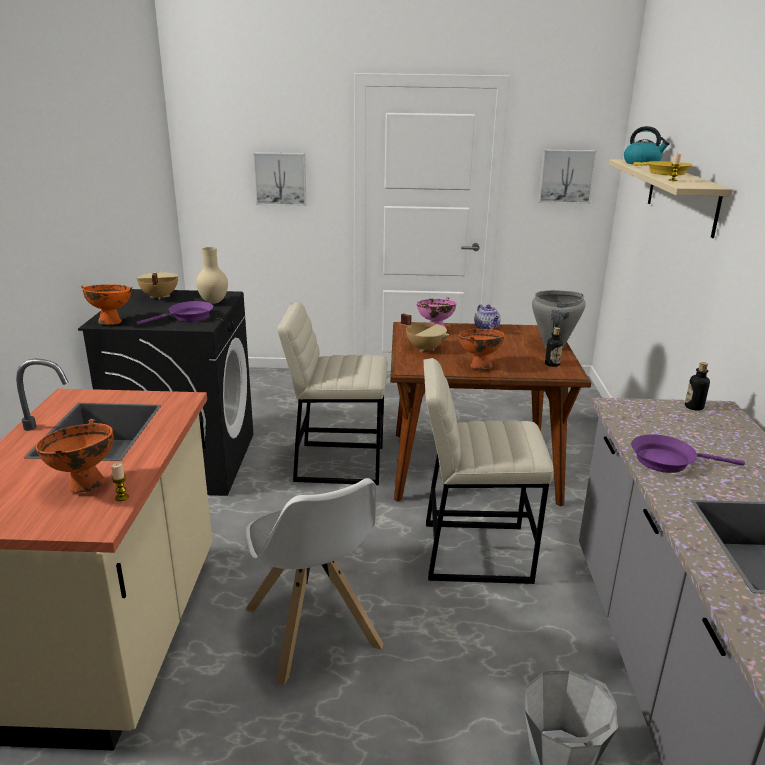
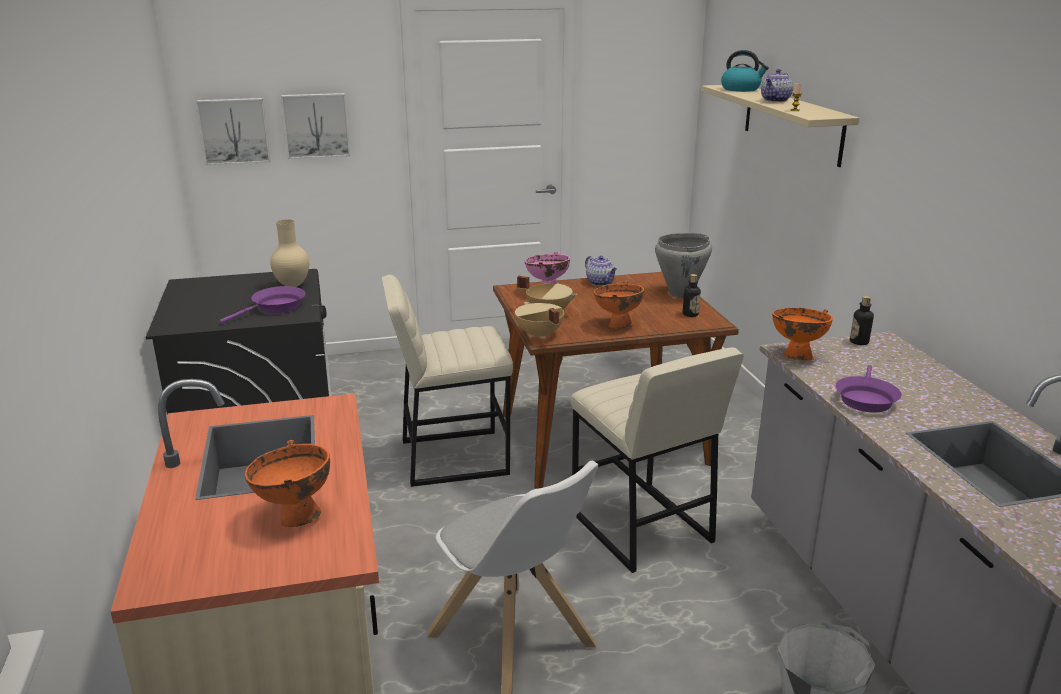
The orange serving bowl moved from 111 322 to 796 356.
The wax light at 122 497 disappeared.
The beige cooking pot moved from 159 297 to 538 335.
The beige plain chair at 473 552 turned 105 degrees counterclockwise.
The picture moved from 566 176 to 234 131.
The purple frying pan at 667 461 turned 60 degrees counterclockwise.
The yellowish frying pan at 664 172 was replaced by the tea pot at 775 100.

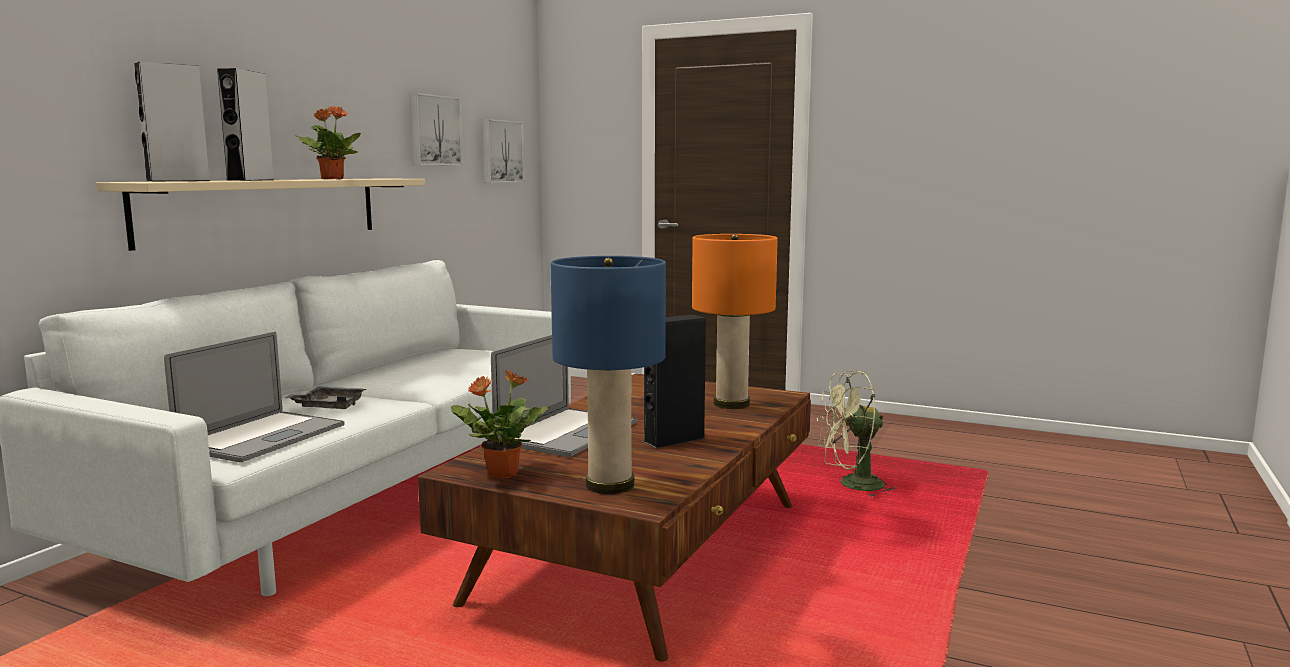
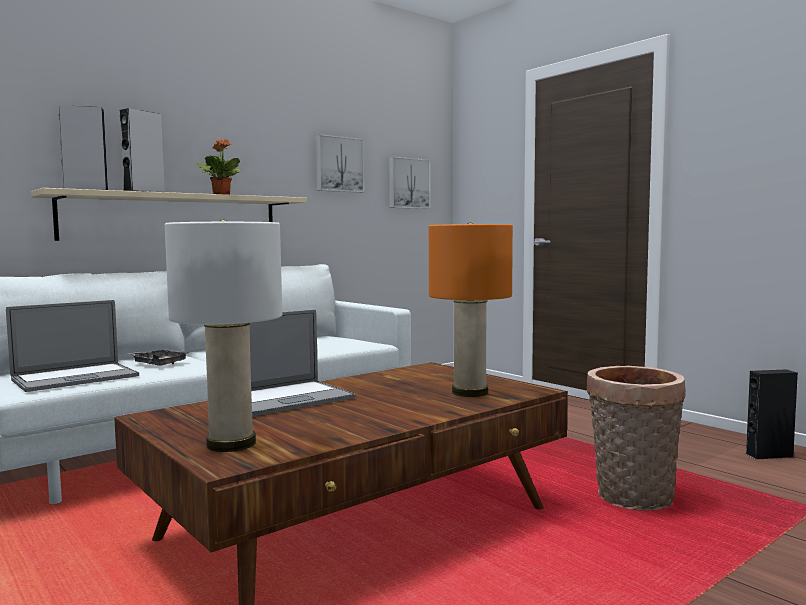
The potted plant at 501 474 disappeared.
The blue table lamp at 609 485 became the white table lamp at 231 444.
The black-coloured loudspeaker moved from 674 440 to 769 455.
The green cooling fan at 852 486 was replaced by the storage basket at 632 499.

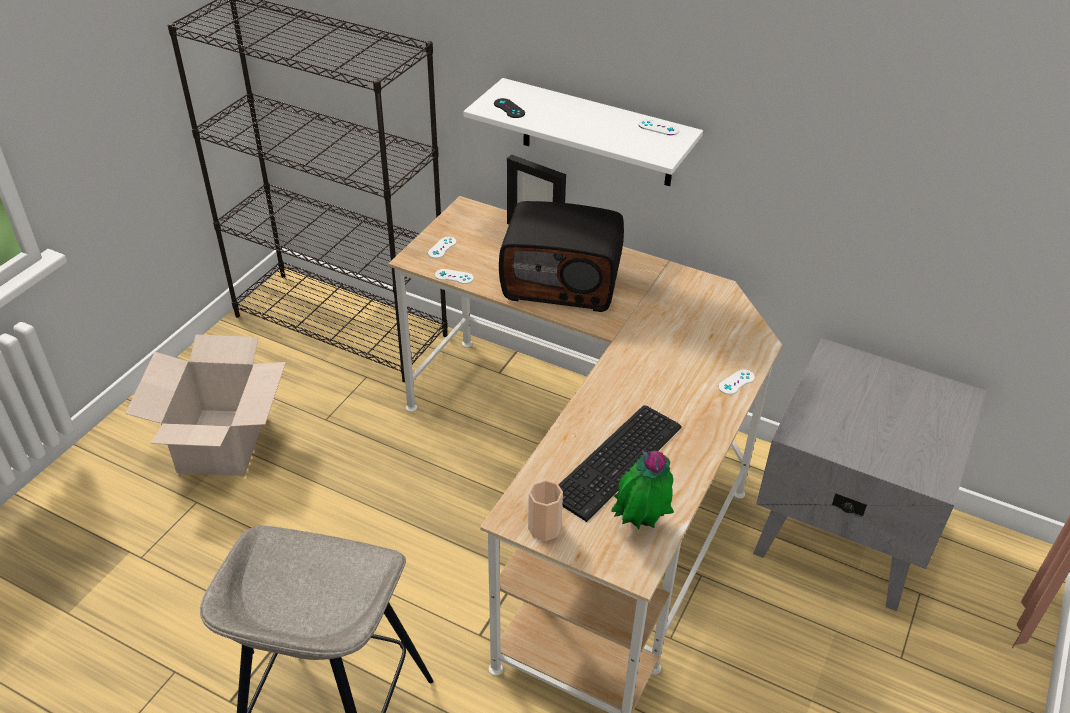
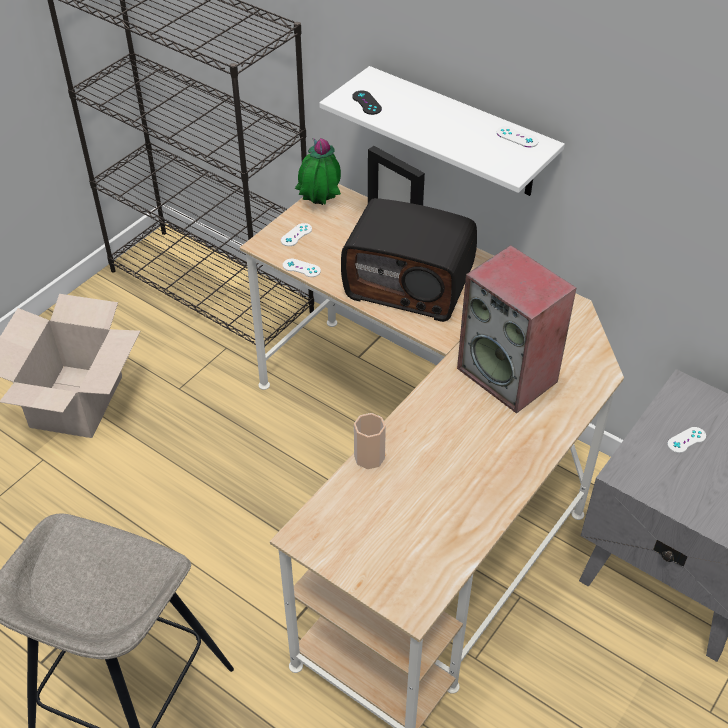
The drinking cup moved from 544 528 to 369 457.
The computer keyboard at 620 461 disappeared.
The potted plant moved from 639 525 to 319 205.
The white joypad moved from 736 382 to 686 440.
The loudspeaker at 509 375 appeared.

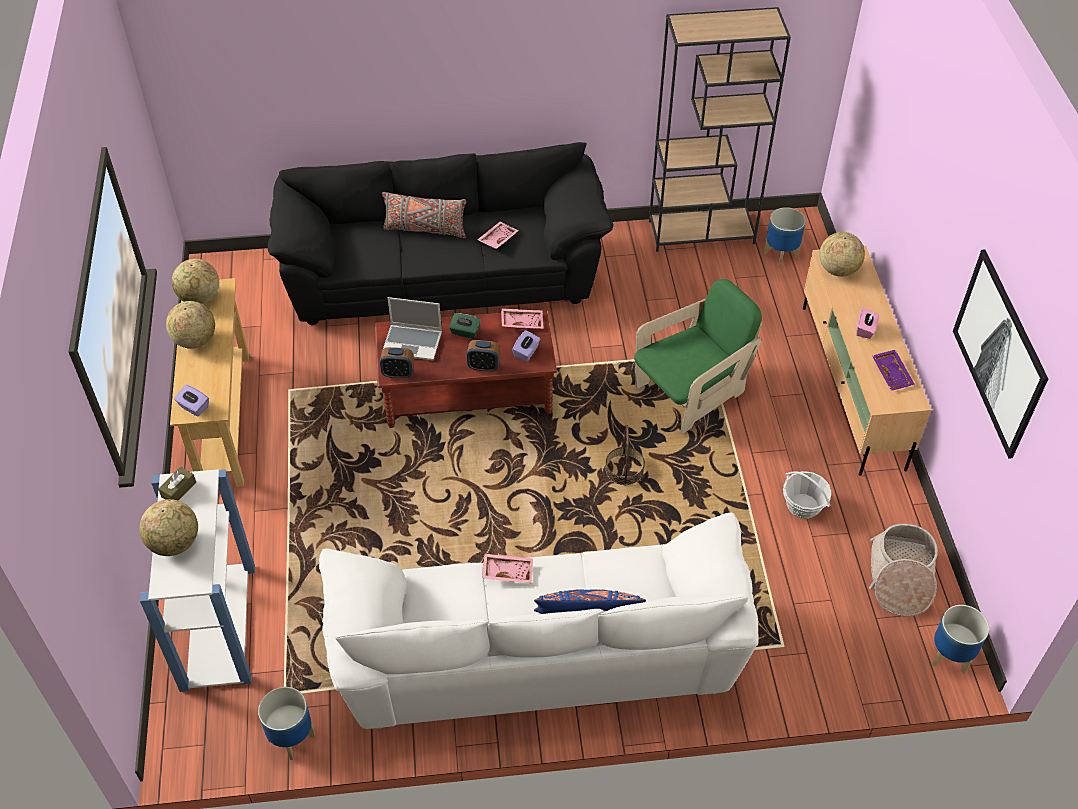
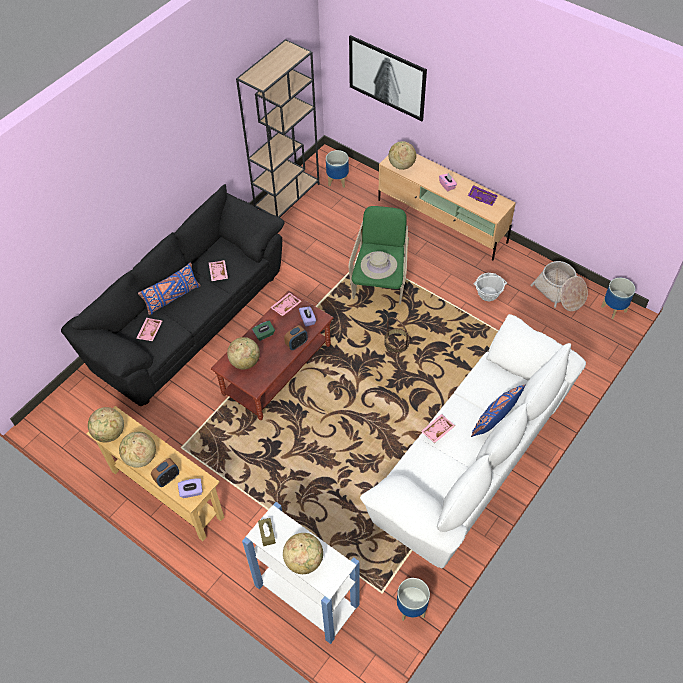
The bedside clock moved from 398 373 to 167 478.
The greyish throw pillow at 425 229 became the blue throw pillow at 172 298.
The portable computer at 413 343 was replaced by the world globe at 245 362.
The picture moved from 999 353 to 387 78.
The pink-coloured tray at 149 331 appeared.
The beige wearable hat at 378 266 appeared.

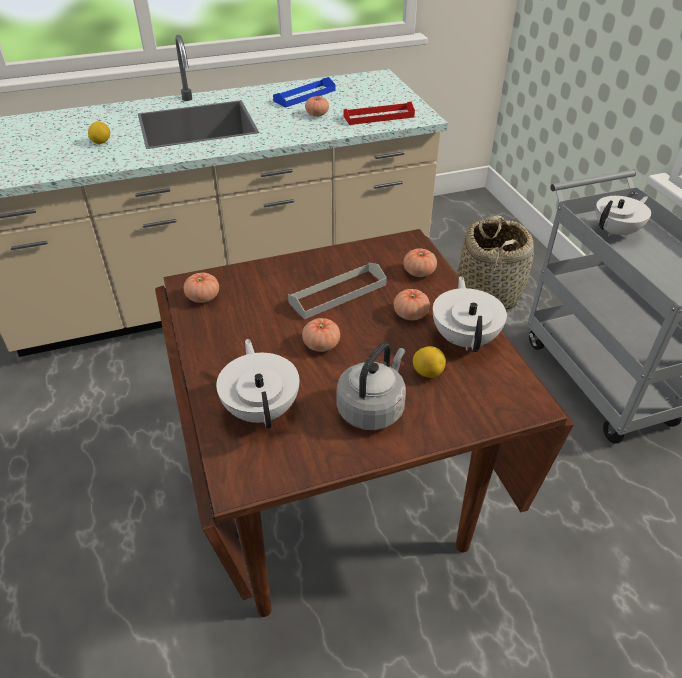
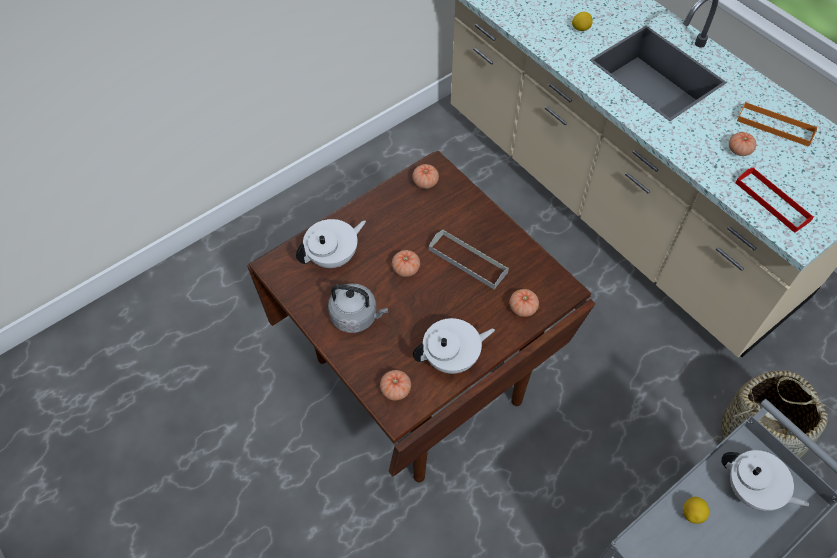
The blue tray at 304 96 became the orange tray at 775 126.
The fresh tomato moved from 410 314 to 395 389.
The lemon moved from 427 372 to 692 513.

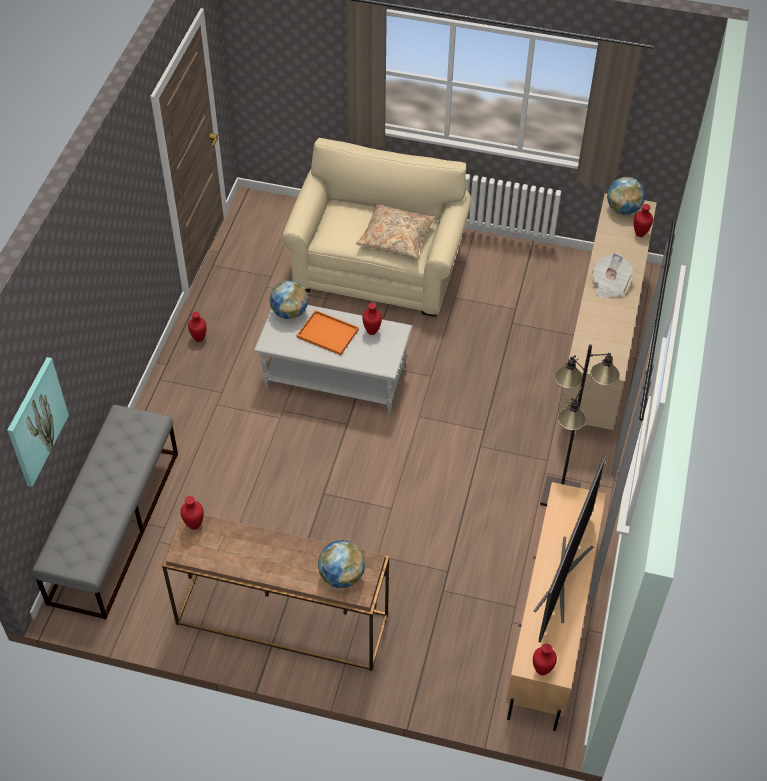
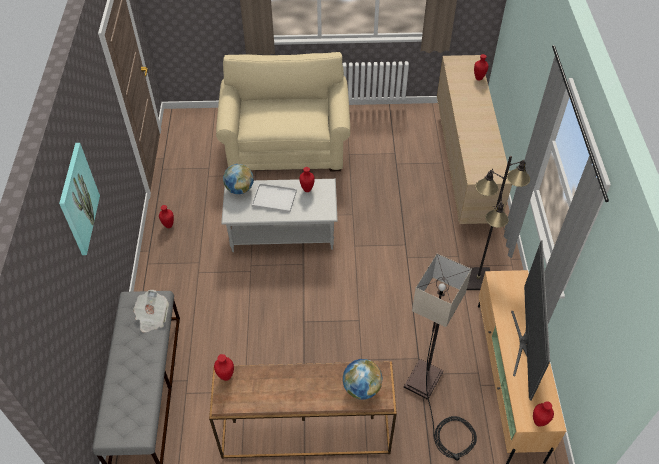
The picture moved from 36 421 to 78 199.
The orange tray at 329 333 became the white tray at 275 198.
The beige throw pillow at 396 237 disappeared.
The newspaper moved from 609 284 to 152 317.
The world globe at 623 209 disappeared.
The standing lamp at 439 411 appeared.

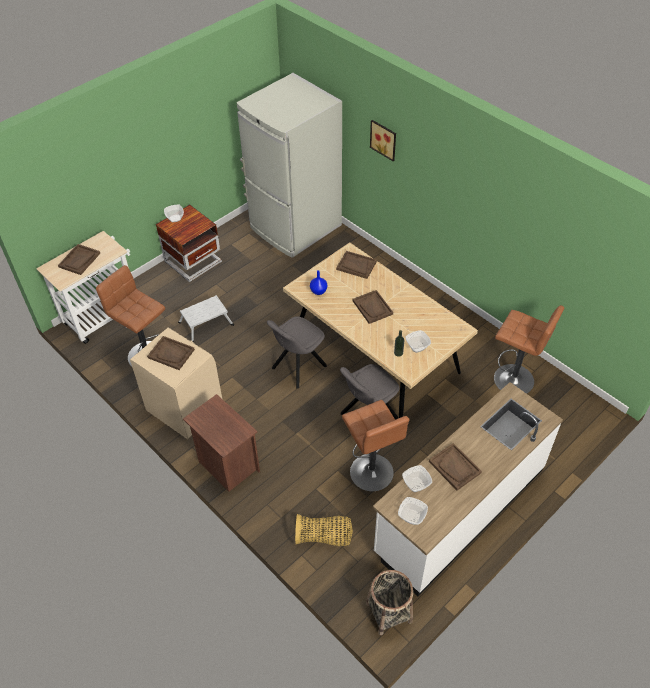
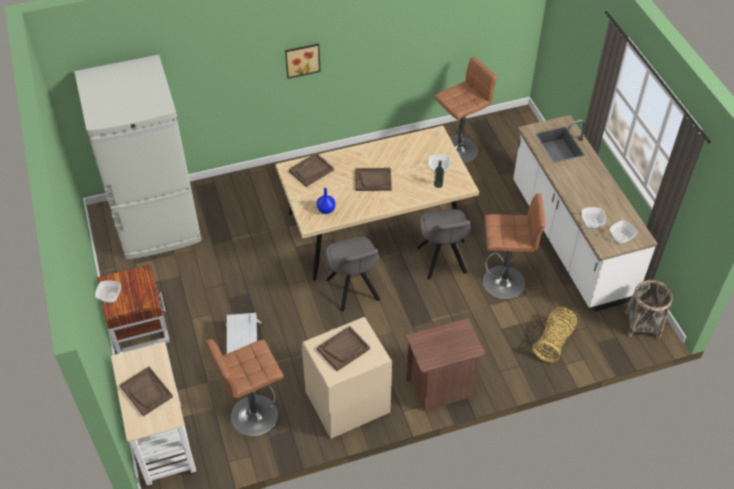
The picture moved from 384 139 to 302 59.
The brownish tray at 455 467 disappeared.

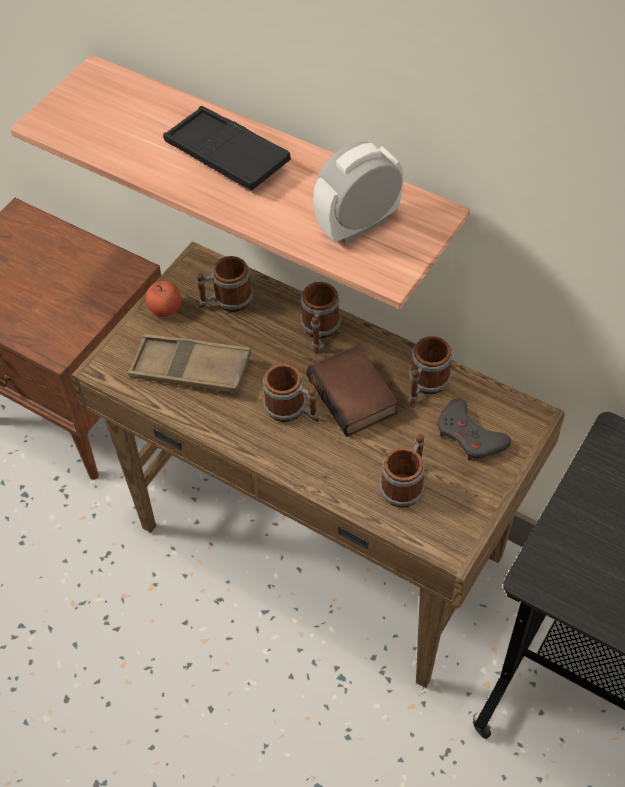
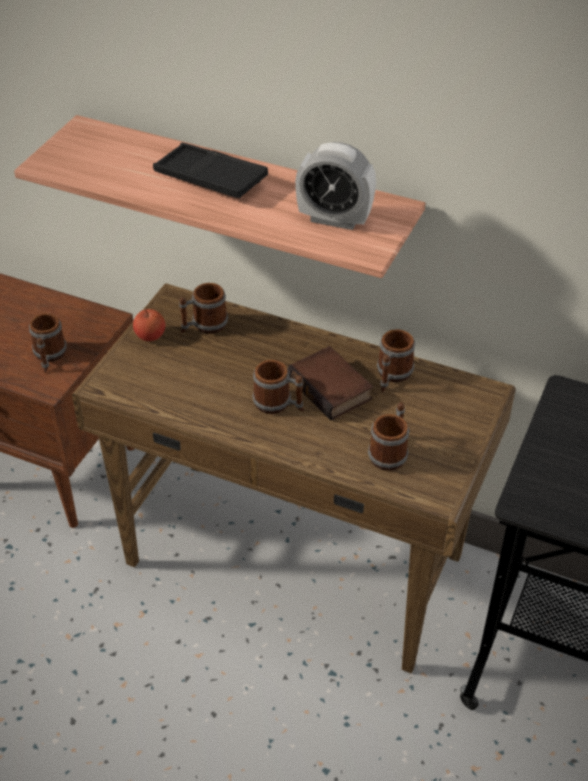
The brownish tray at 190 369 disappeared.
The tea mug moved from 319 331 to 49 357.
The bedside clock at 358 225 turned 120 degrees counterclockwise.
The greyish joypad at 470 435 disappeared.

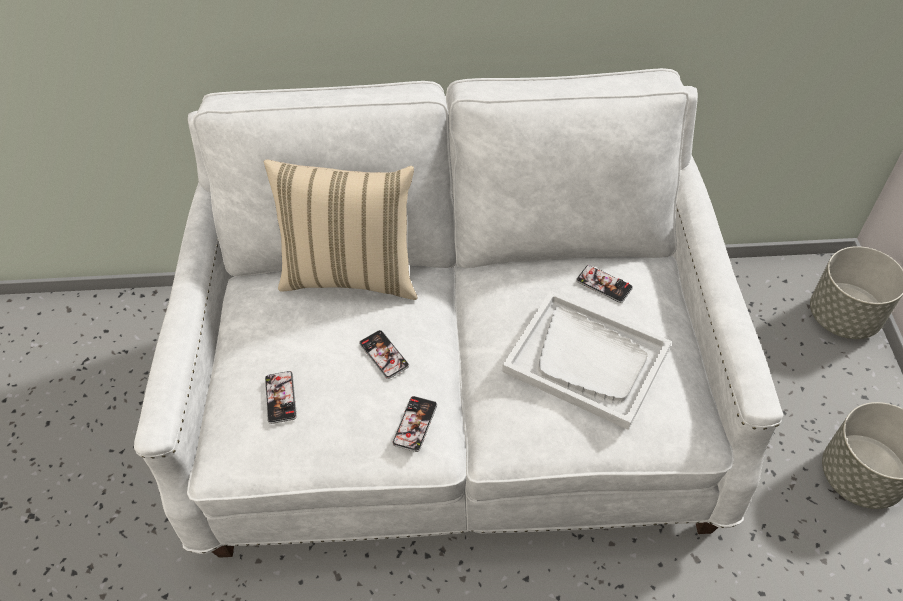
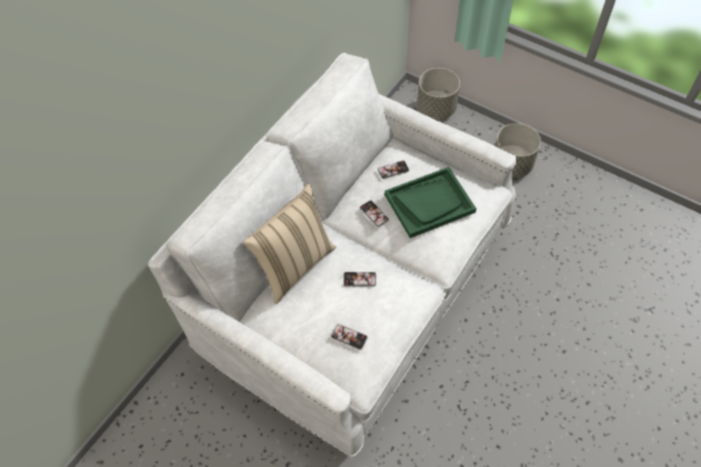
The telephone moved from 415 424 to 374 214.
The white tray at 587 360 became the green tray at 429 203.

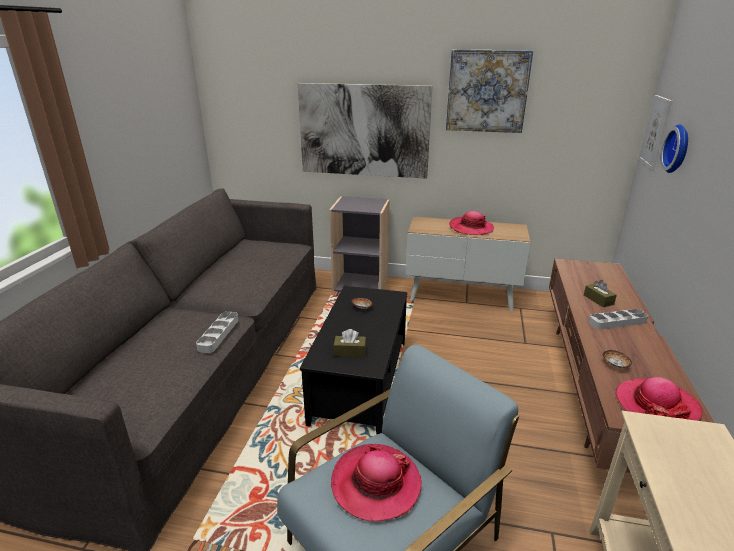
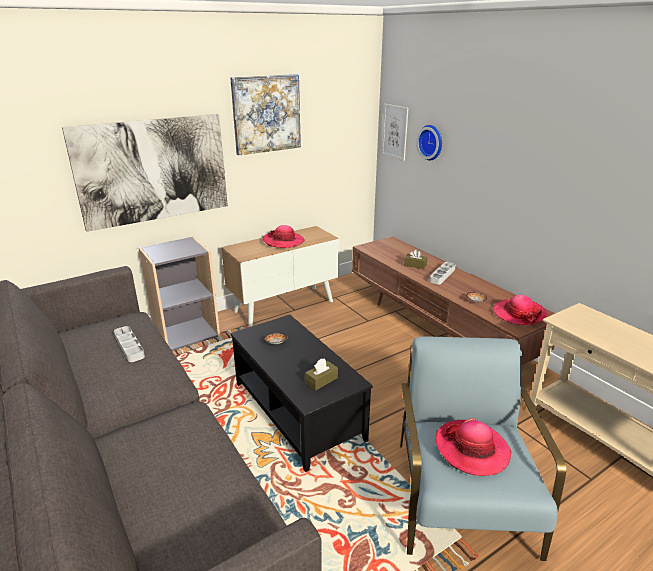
The greyish tray moved from 218 334 to 129 346.

